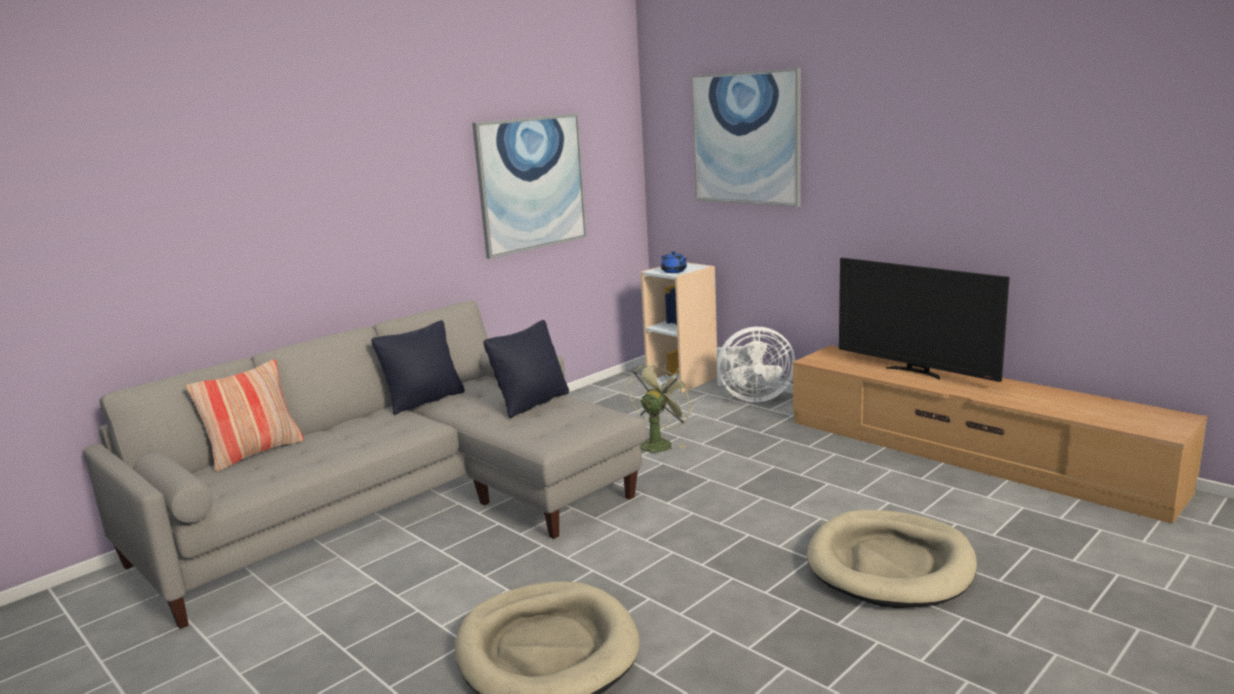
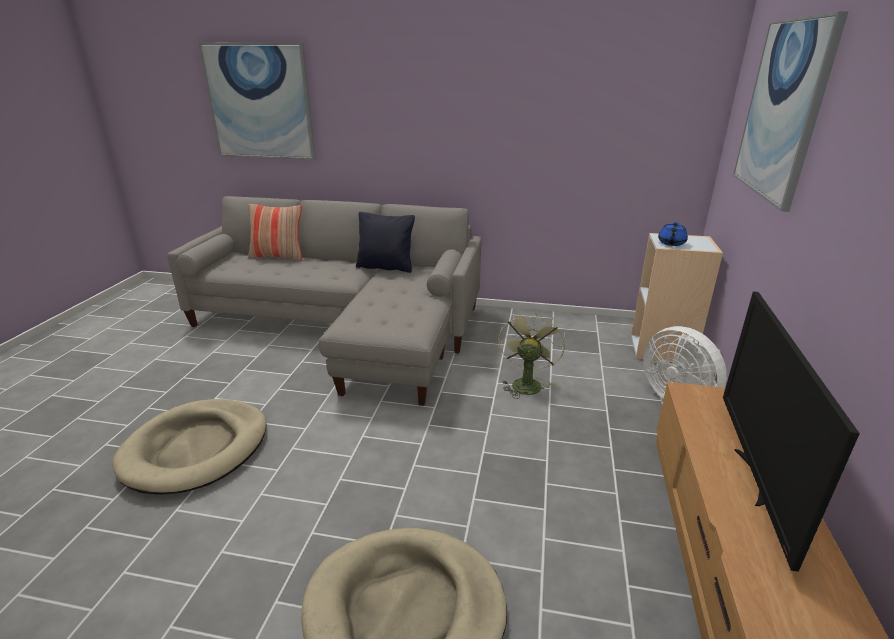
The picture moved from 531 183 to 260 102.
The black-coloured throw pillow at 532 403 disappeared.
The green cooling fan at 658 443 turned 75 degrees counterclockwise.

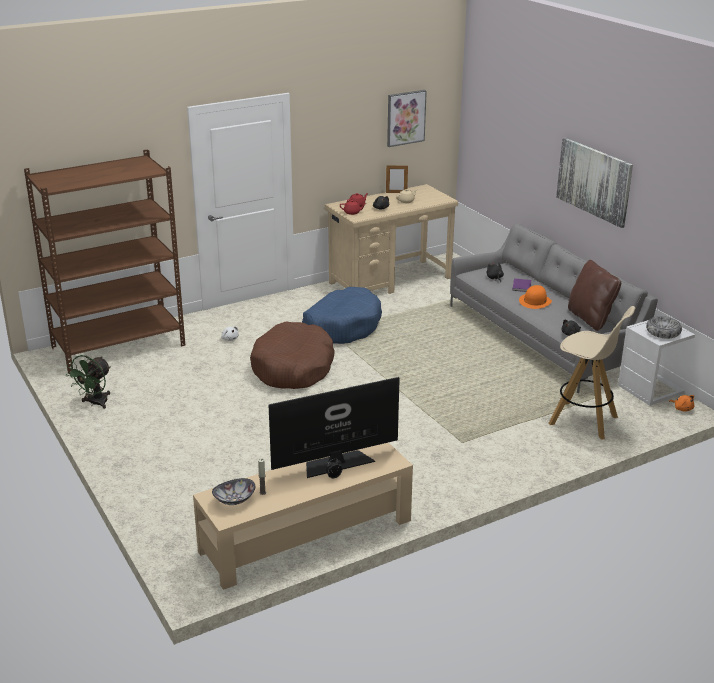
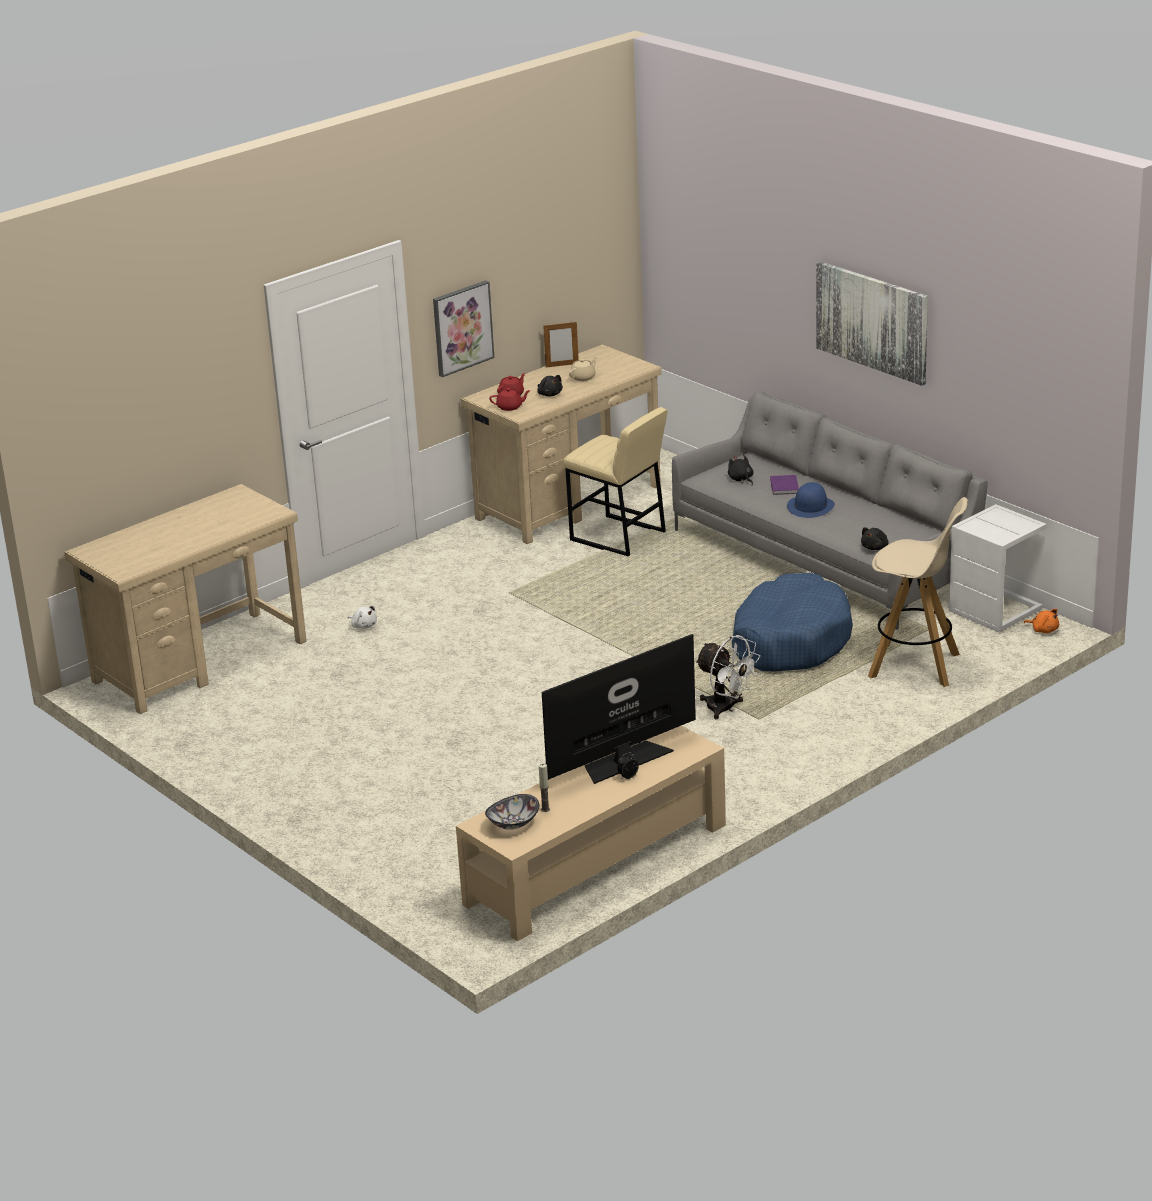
The brownish bookshelf at 118 346 was replaced by the beige desk unit at 199 661.
The green cooling fan at 95 403 disappeared.
The brownish pet bed at 293 368 disappeared.
The blue pet bed moved from 342 326 to 790 640.
The picture moved from 405 118 to 462 328.
The orange wearable hat at 535 301 became the blue wearable hat at 810 506.
The brownish throw pillow at 590 319 disappeared.
The serving bowl at 663 332 disappeared.
The beige plain chair at 620 536 appeared.
The white cooling fan at 726 709 appeared.

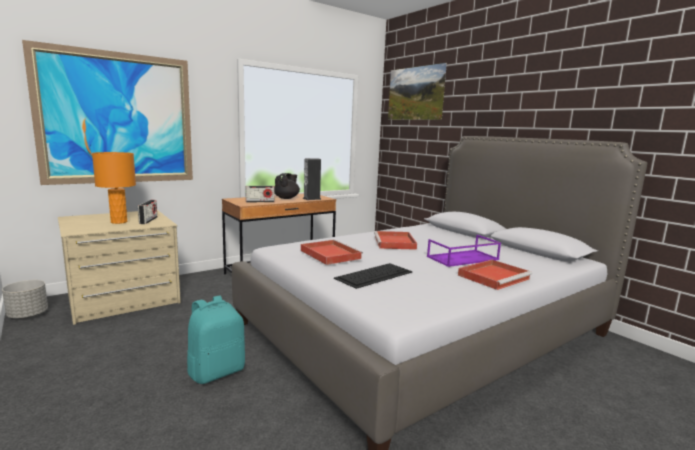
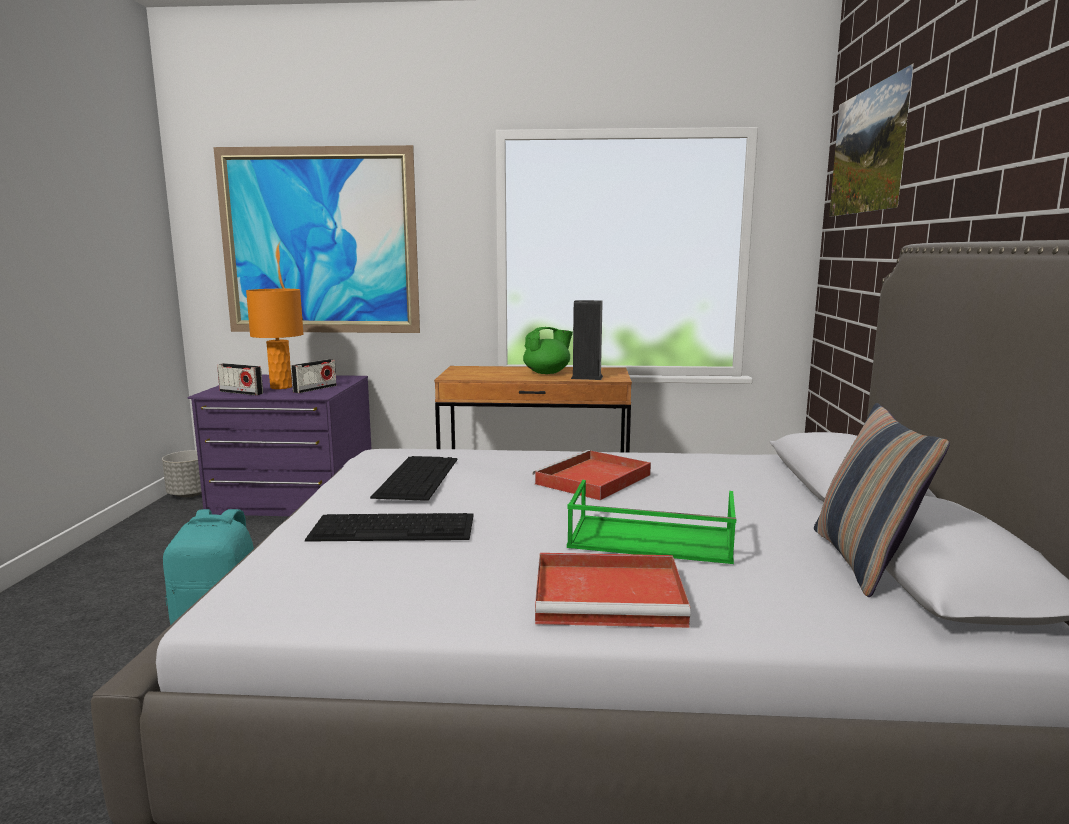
The beige dresser at 123 299 became the purple dresser at 293 497.
The radio receiver moved from 260 201 to 241 392.
The black-coloured tea pot at 286 198 became the green tea pot at 547 373.
The red tray at 329 254 was replaced by the computer keyboard at 417 476.
The purple tray at 462 258 became the green tray at 649 540.
The throw pillow at 863 561 appeared.

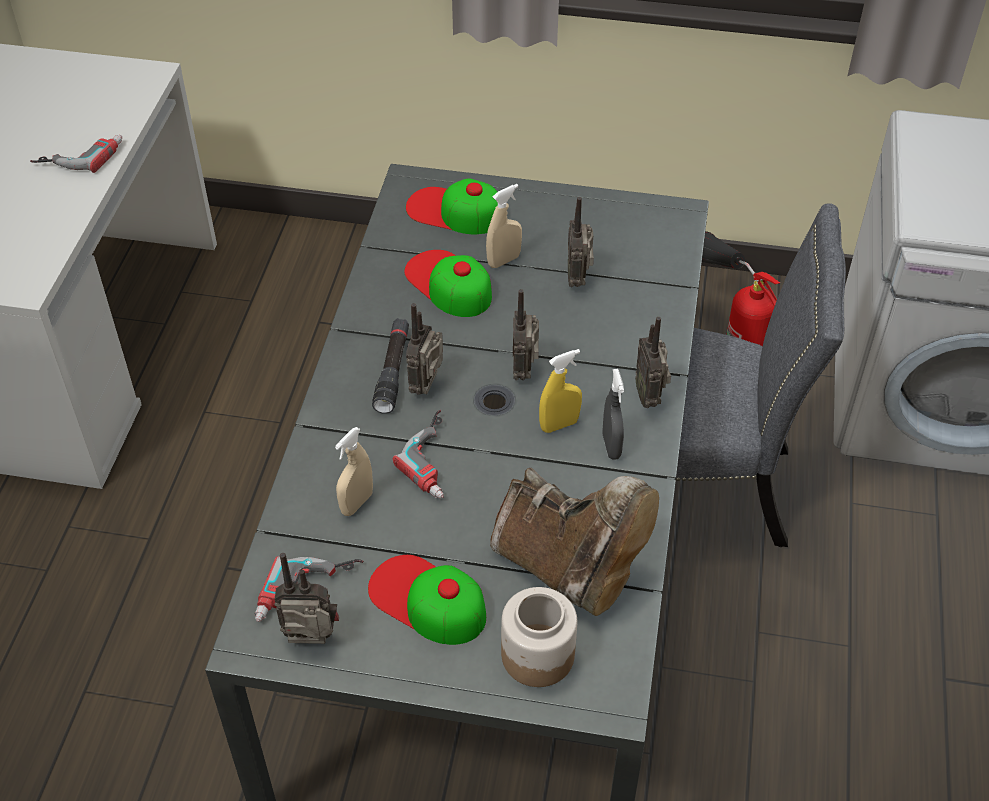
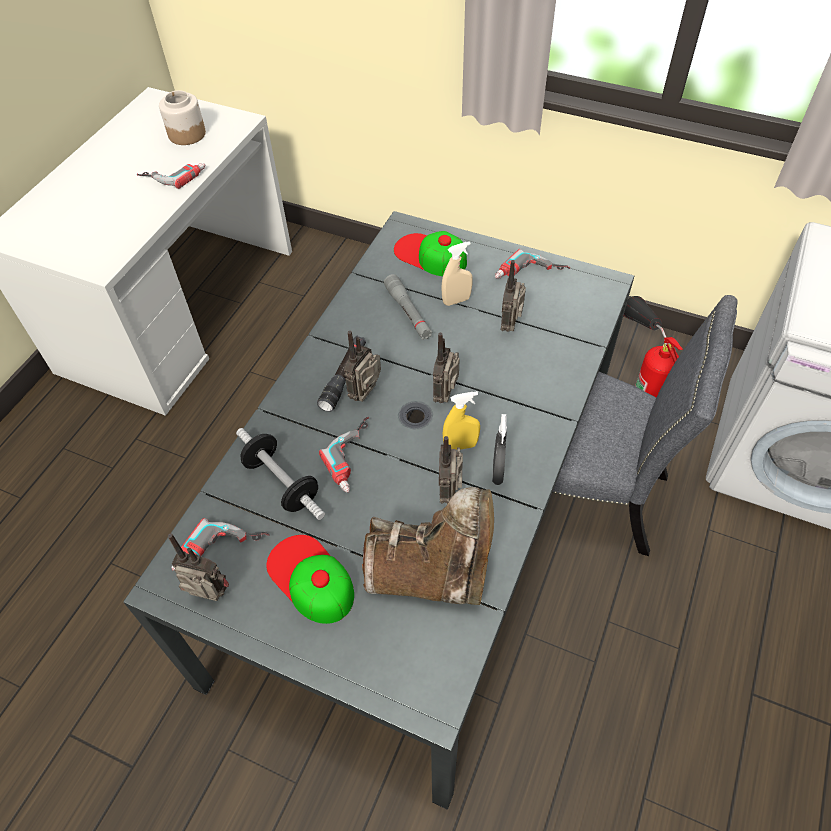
The beige sprayer at 356 503 was replaced by the dumbbell at 282 483.
The cap at 448 283 was replaced by the greyish flashlight at 408 312.
The brownish boot at 569 569 turned 45 degrees counterclockwise.
The storage jar moved from 537 654 to 187 134.
The radio receiver moved from 649 396 to 450 491.
The drill at 530 275 appeared.

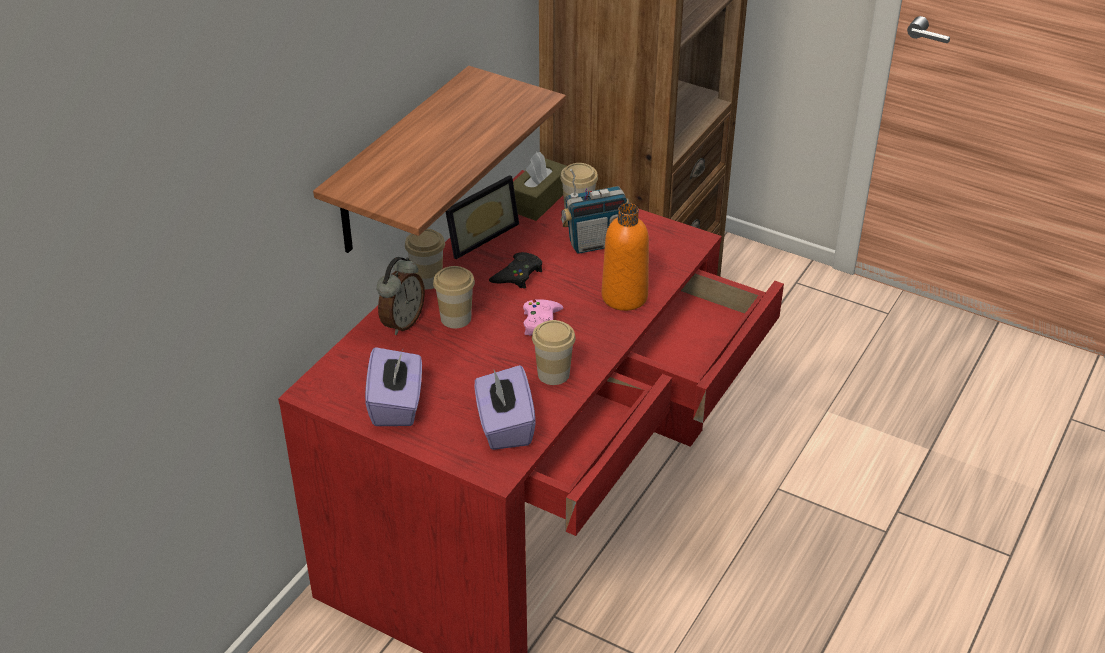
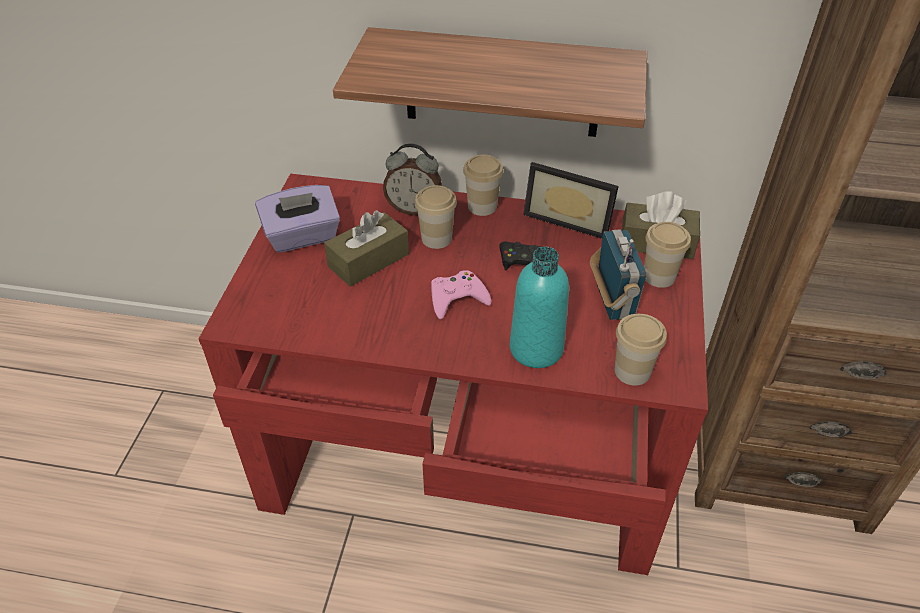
The purple box of tissues at 504 426 disappeared.
The drinking cup moved from 553 374 to 632 371.
The radio receiver at 594 243 turned 150 degrees counterclockwise.
The orange drink bottle at 624 297 became the turquoise-coloured drink bottle at 536 349.
The brownish box of tissues at 368 260 appeared.

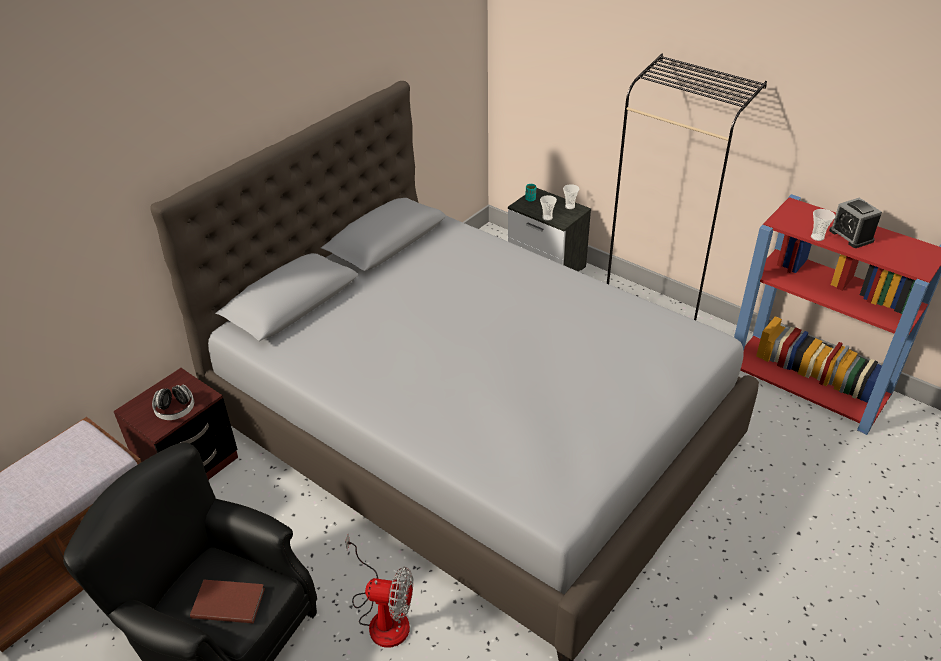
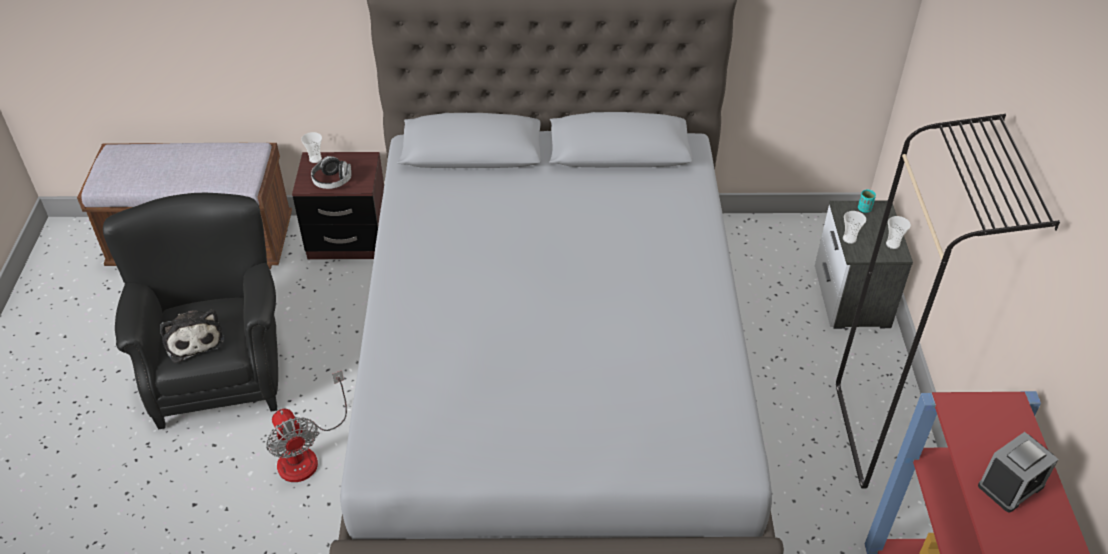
The brownish book at 228 602 was replaced by the plush toy at 193 339.
The drinking cup moved from 817 237 to 315 159.
The bedside clock at 851 236 turned 150 degrees counterclockwise.

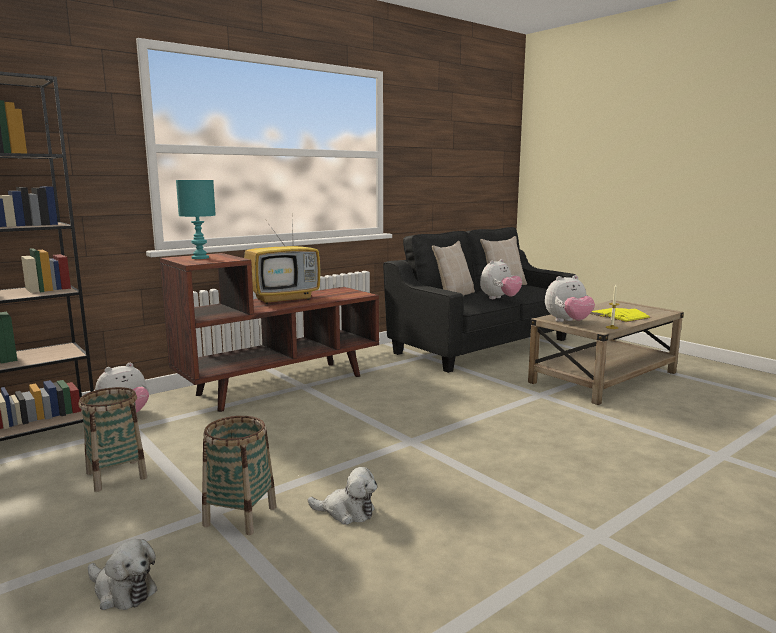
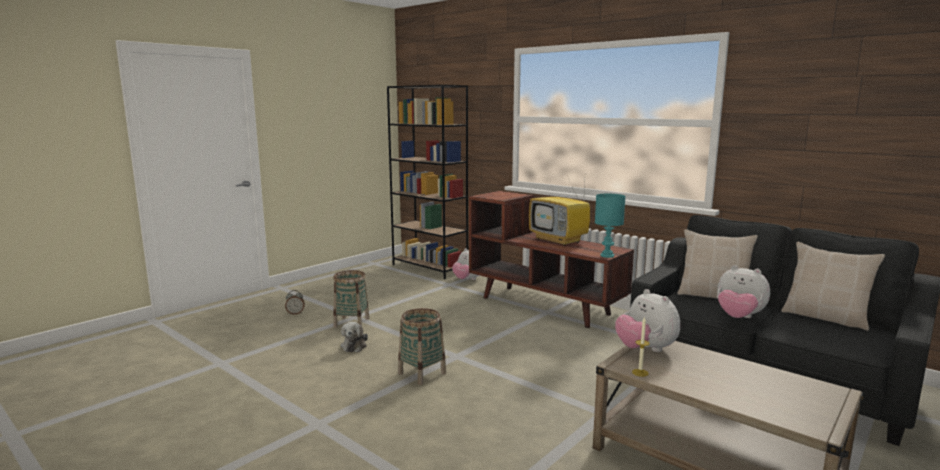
The storage basket moved from 116 475 to 422 373.
The plush toy at 122 591 was replaced by the bedside clock at 295 313.
The turquoise-coloured table lamp moved from 200 258 to 607 256.
The yellowish book at 618 315 disappeared.

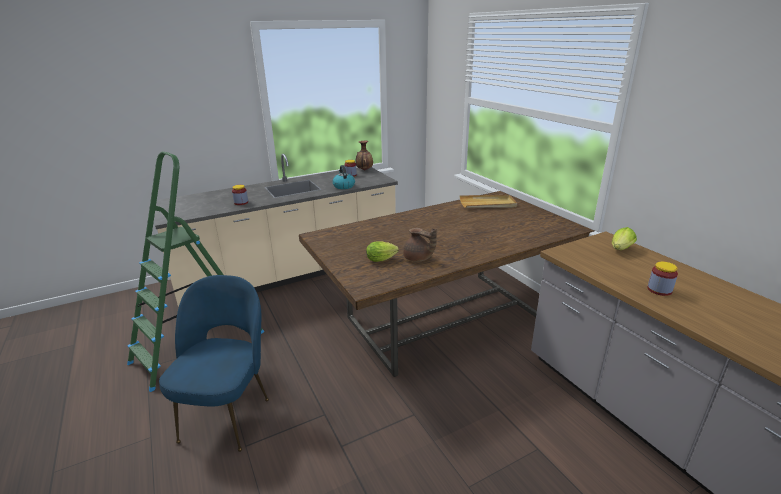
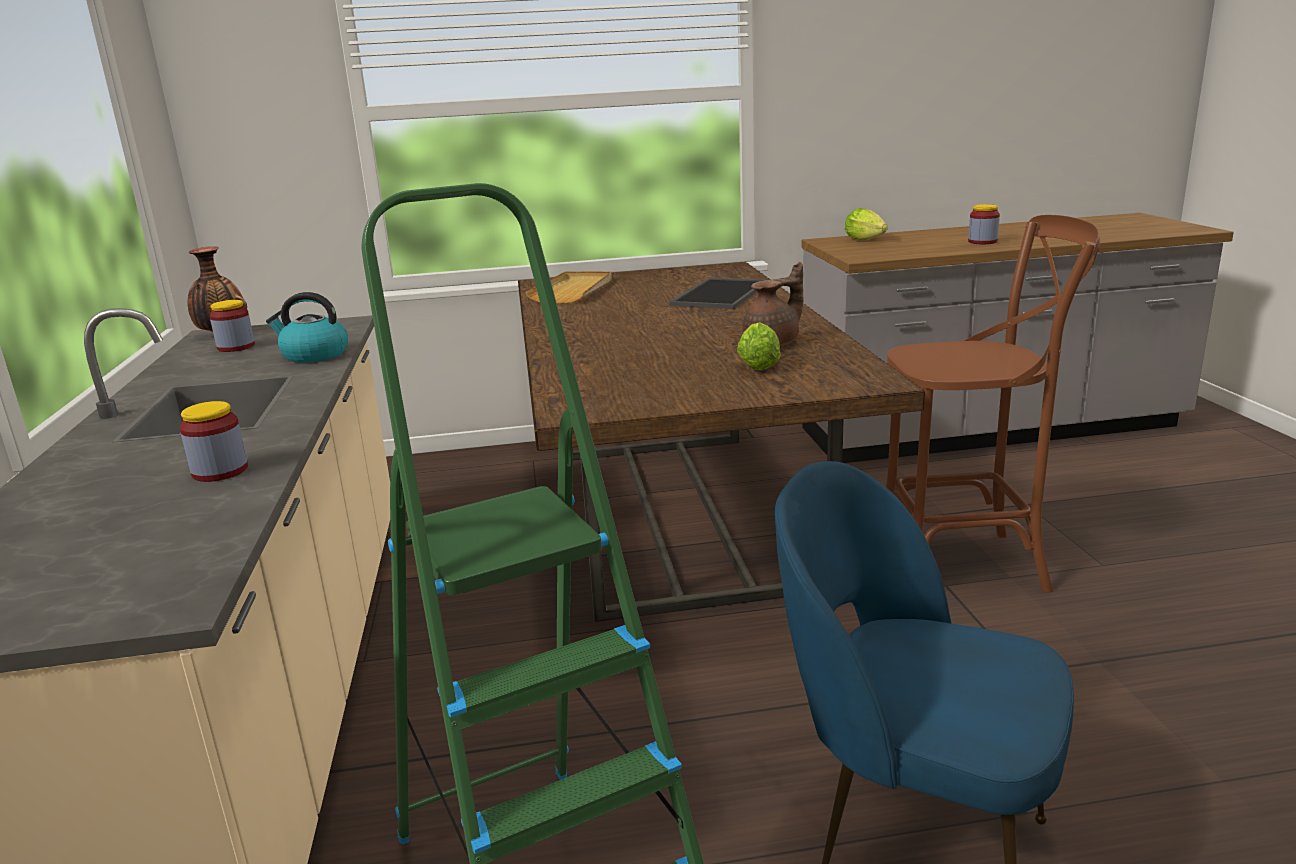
The tray at 719 294 appeared.
The brownish sitting stool at 964 566 appeared.

